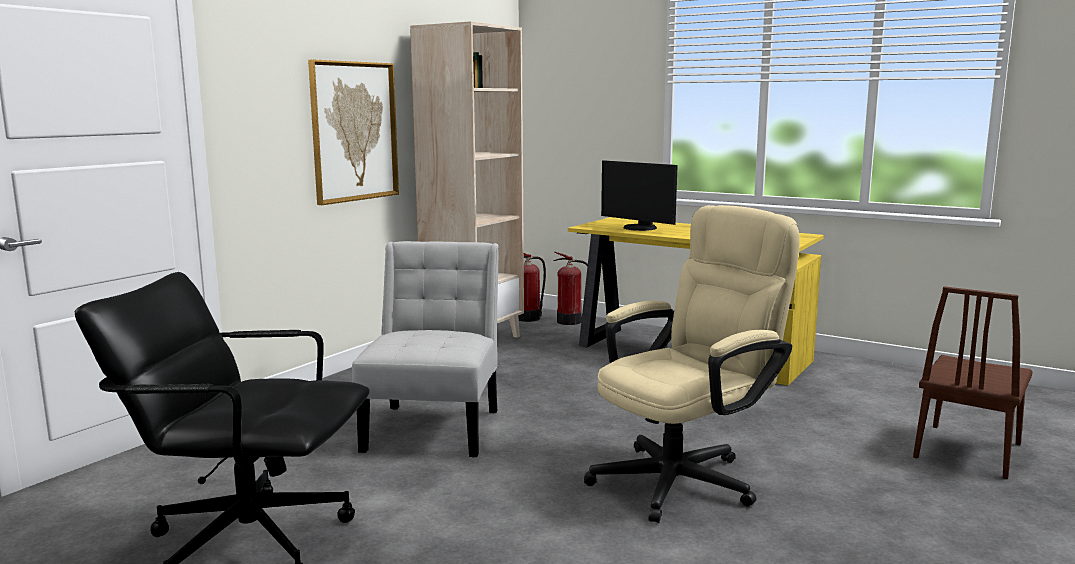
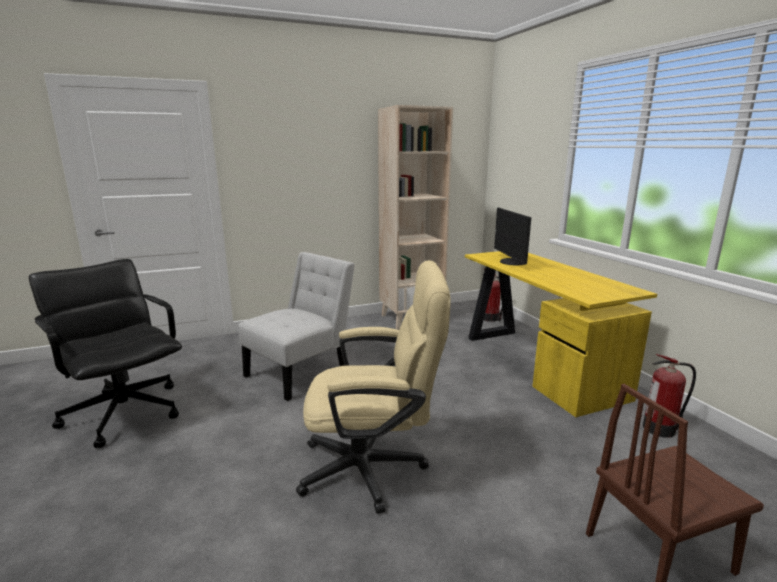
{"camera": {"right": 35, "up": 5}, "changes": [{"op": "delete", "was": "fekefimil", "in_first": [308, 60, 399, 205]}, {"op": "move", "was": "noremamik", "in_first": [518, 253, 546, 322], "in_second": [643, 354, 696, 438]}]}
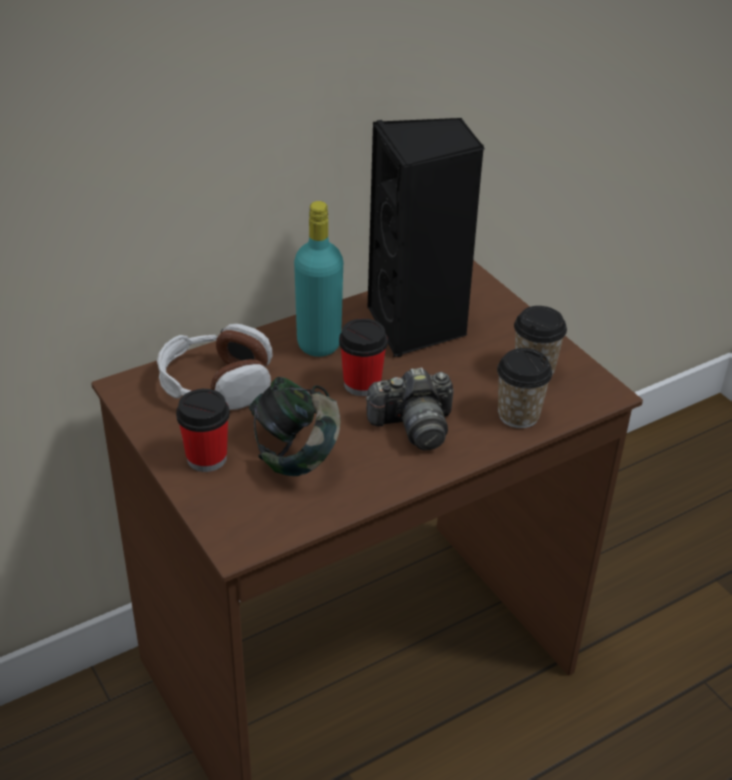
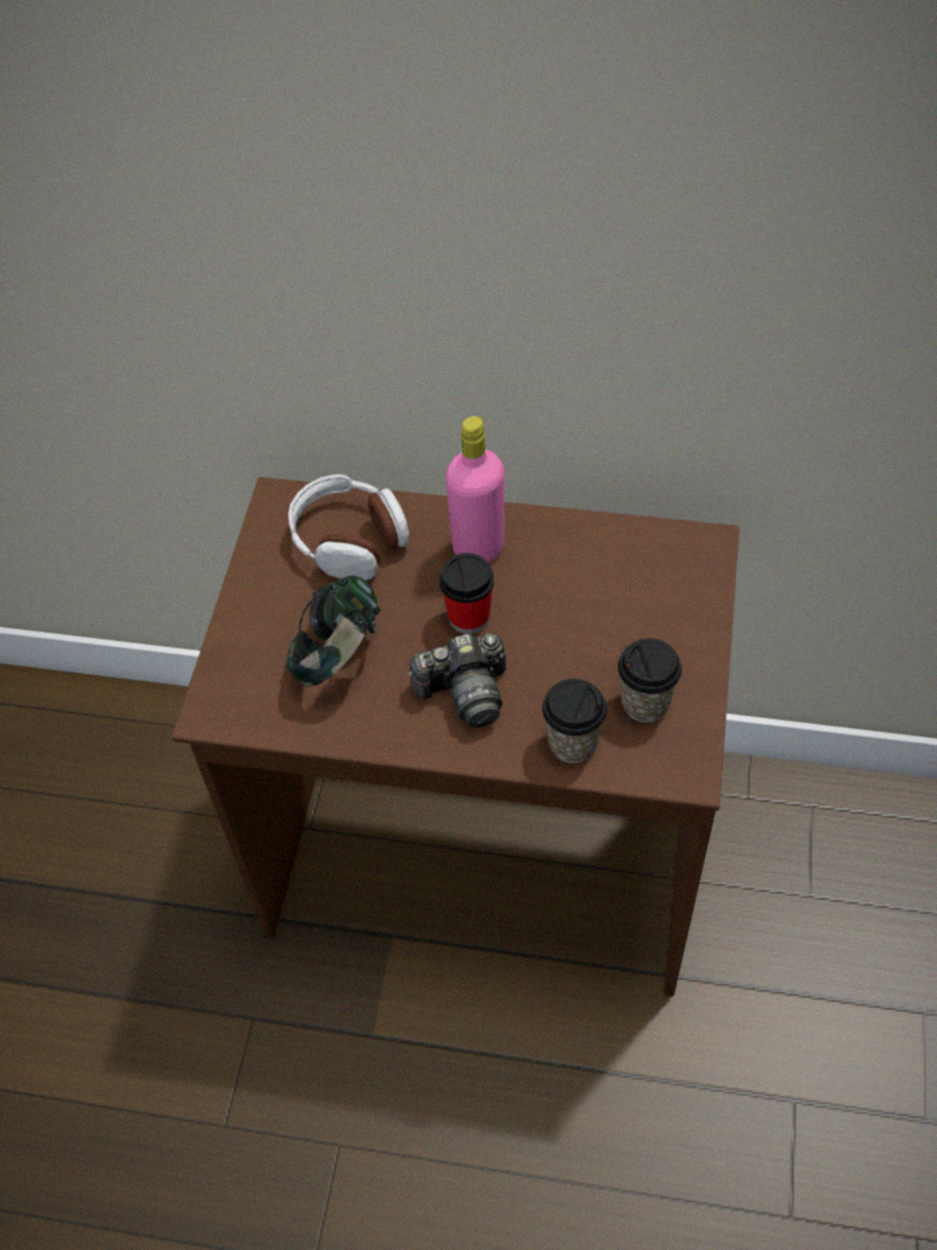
{"camera": {"right": 45, "up": 15}, "changes": [{"op": "delete", "was": "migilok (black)", "in_first": [367, 118, 485, 357]}, {"op": "recolor", "was": "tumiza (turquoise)", "now": "tumiza (pink)", "in_first": [294, 201, 343, 357], "in_second": [446, 416, 504, 563]}, {"op": "rotate", "was": "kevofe", "in_first": [366, 367, 453, 450], "in_second": [408, 634, 506, 728], "clockwise": -45}, {"op": "delete", "was": "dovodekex", "in_first": [176, 389, 230, 472]}]}
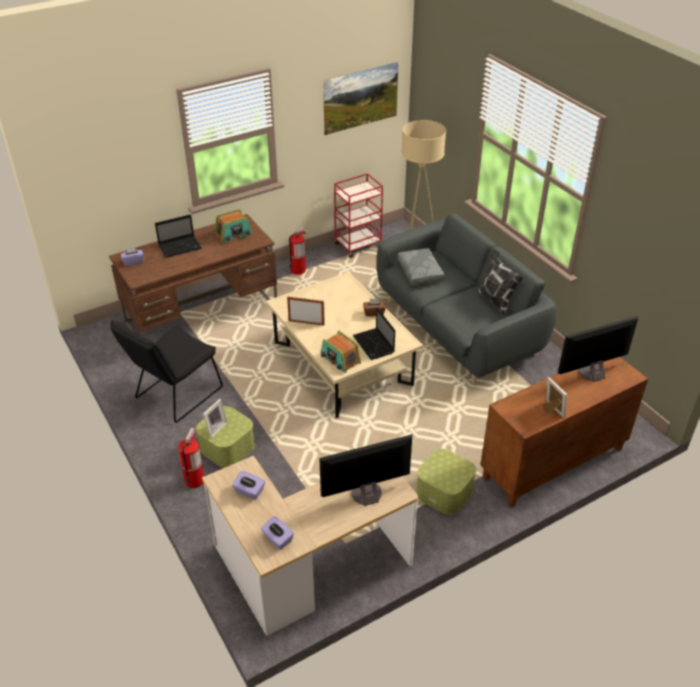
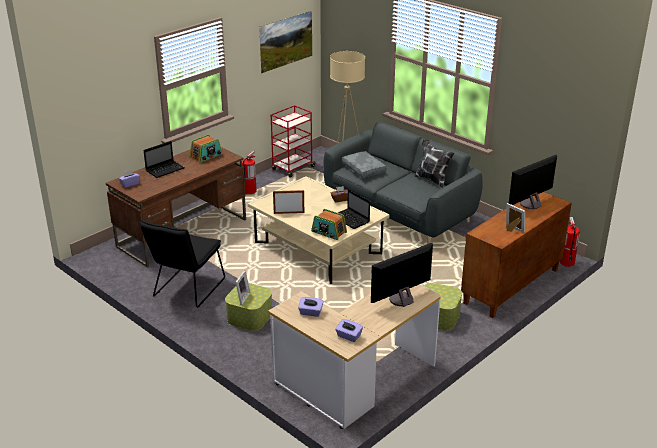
{"camera": {"right": -15, "up": -10}, "changes": [{"op": "move", "was": "noremamik", "in_first": [178, 428, 204, 488], "in_second": [560, 217, 580, 267]}]}
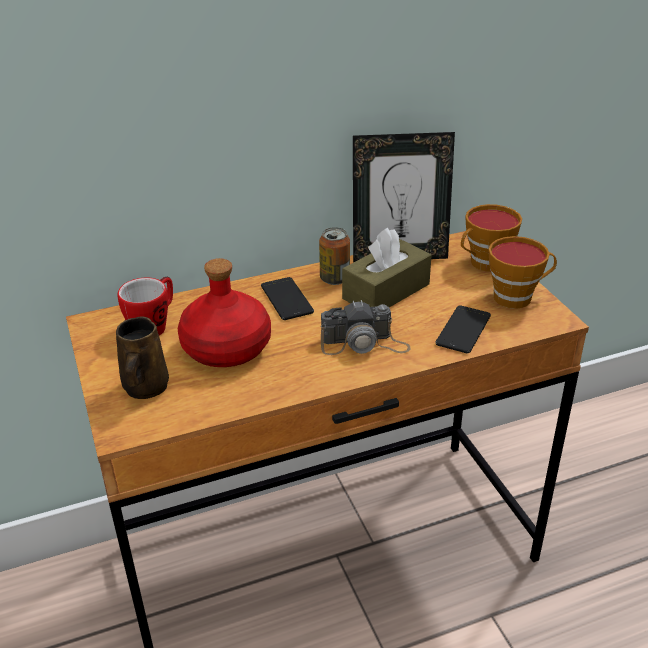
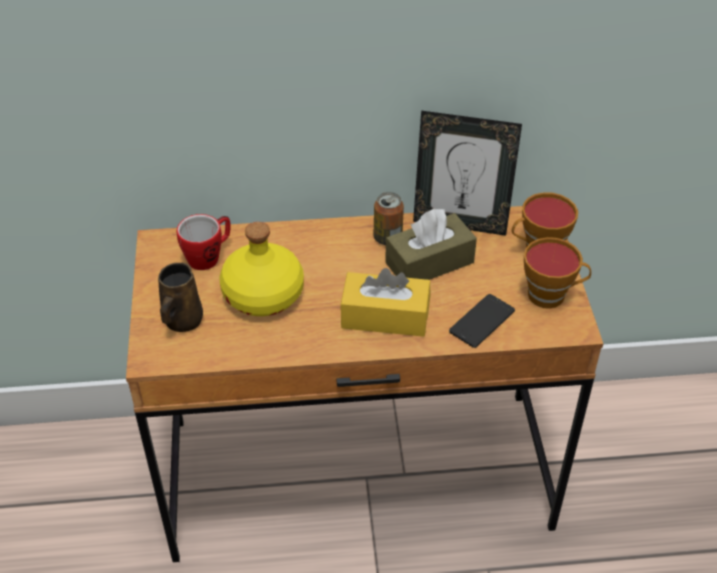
{"camera": {"right": 15, "up": 10}, "changes": [{"op": "recolor", "was": "tumiza (red)", "now": "tumiza (yellow)", "in_first": [178, 258, 271, 367], "in_second": [219, 222, 304, 316]}, {"op": "delete", "was": "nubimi", "in_first": [261, 277, 314, 320]}, {"op": "replace", "was": "kevofe", "now": "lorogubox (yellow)", "in_first": [321, 300, 411, 355], "in_second": [340, 268, 430, 337]}]}
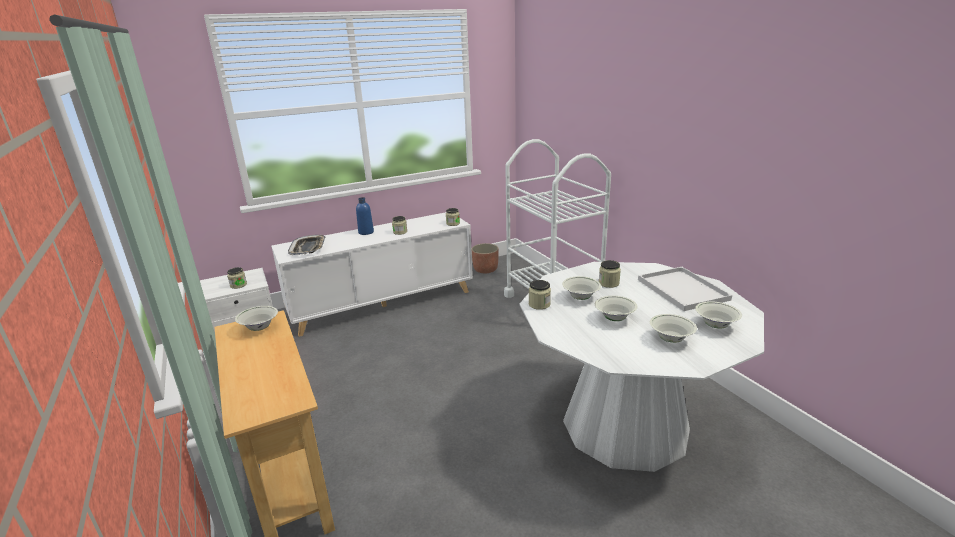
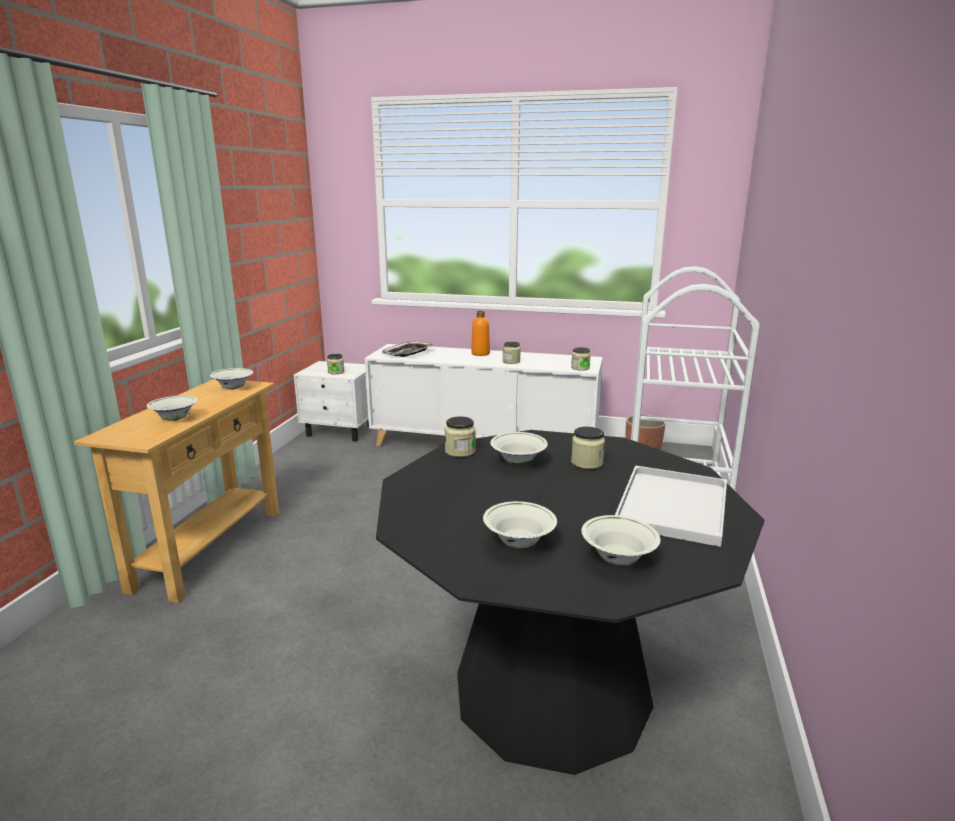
{"camera": {"right": 40, "up": -5}, "changes": [{"op": "recolor", "was": "tumiza (blue)", "now": "tumiza (orange)", "in_first": [356, 197, 374, 235], "in_second": [471, 311, 490, 356]}, {"op": "recolor", "was": "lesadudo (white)", "now": "lesadudo (black)", "in_first": [519, 262, 764, 472], "in_second": [376, 430, 764, 775]}, {"op": "move", "was": "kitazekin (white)", "in_first": [595, 296, 638, 321], "in_second": [146, 396, 198, 421]}]}
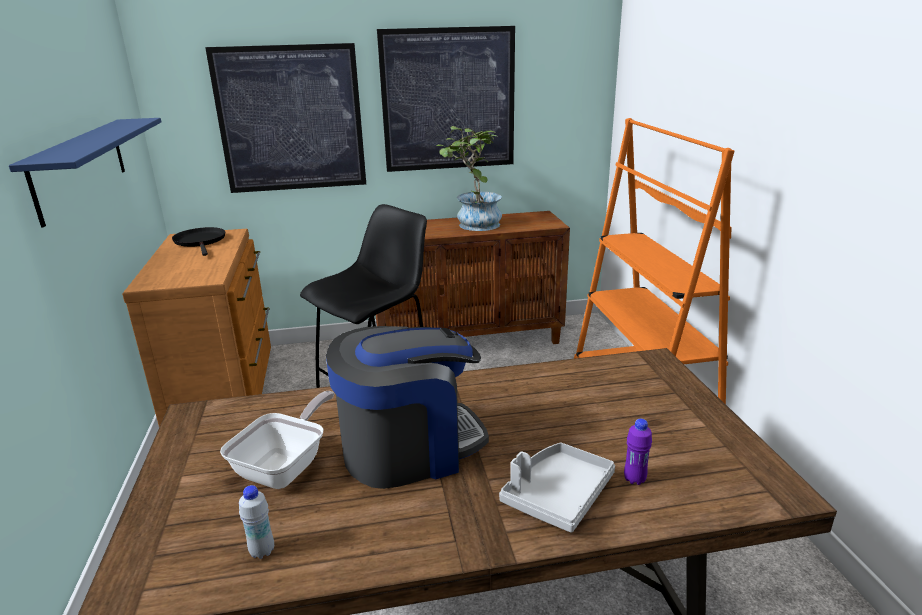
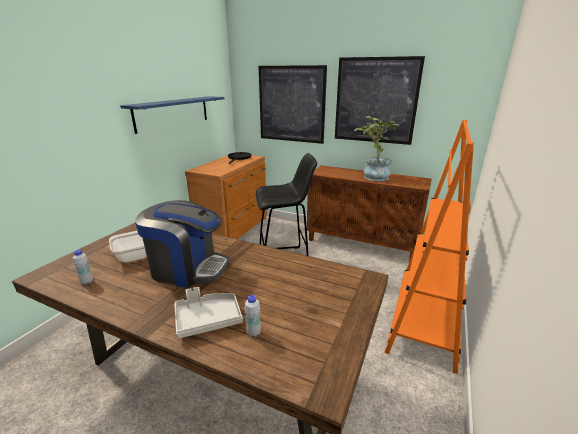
{"camera": {"right": 35, "up": 0}, "changes": [{"op": "recolor", "was": "tumiza (purple)", "now": "tumiza (white)", "in_first": [624, 419, 652, 485], "in_second": [244, 295, 261, 337]}]}
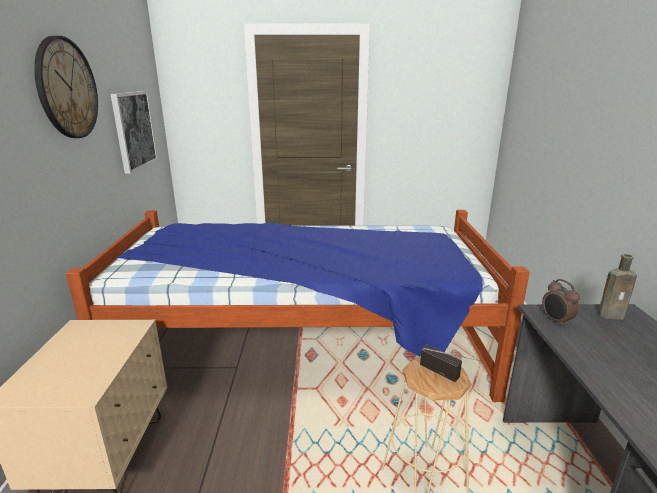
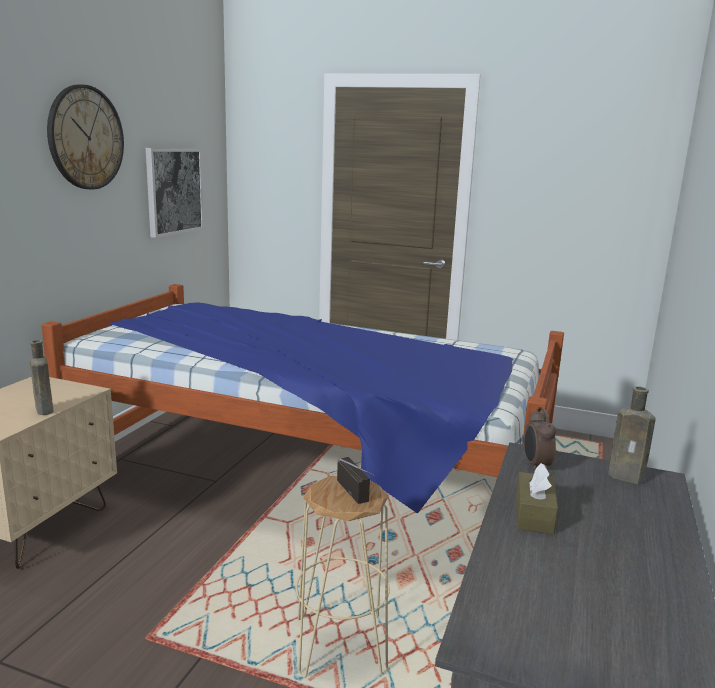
{"camera": {"right": 20, "up": -5}, "changes": [{"op": "insert", "now": "tumiza (brown)", "in_second": [30, 340, 54, 415]}, {"op": "insert", "now": "lorogubox (brown)", "in_second": [516, 463, 558, 534]}]}
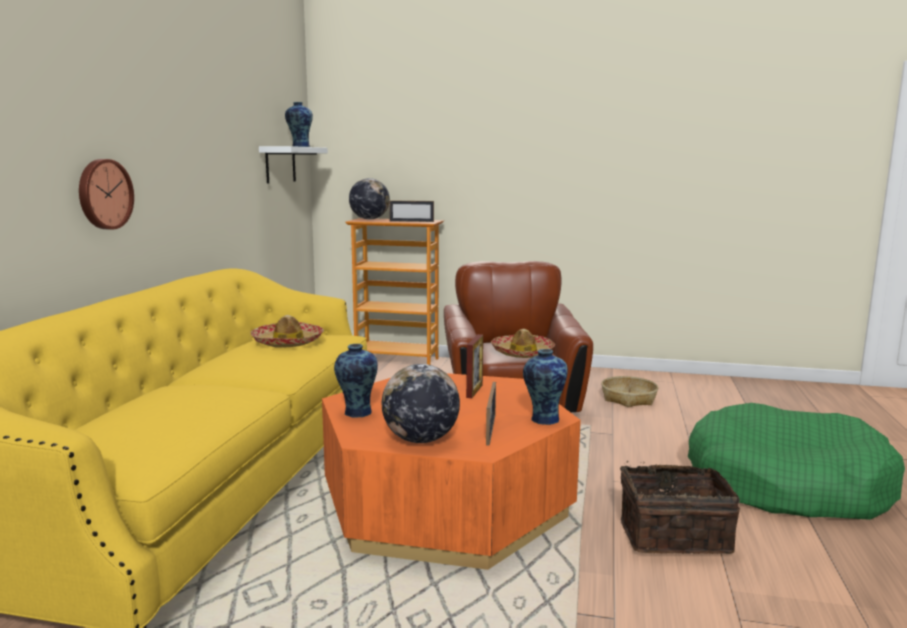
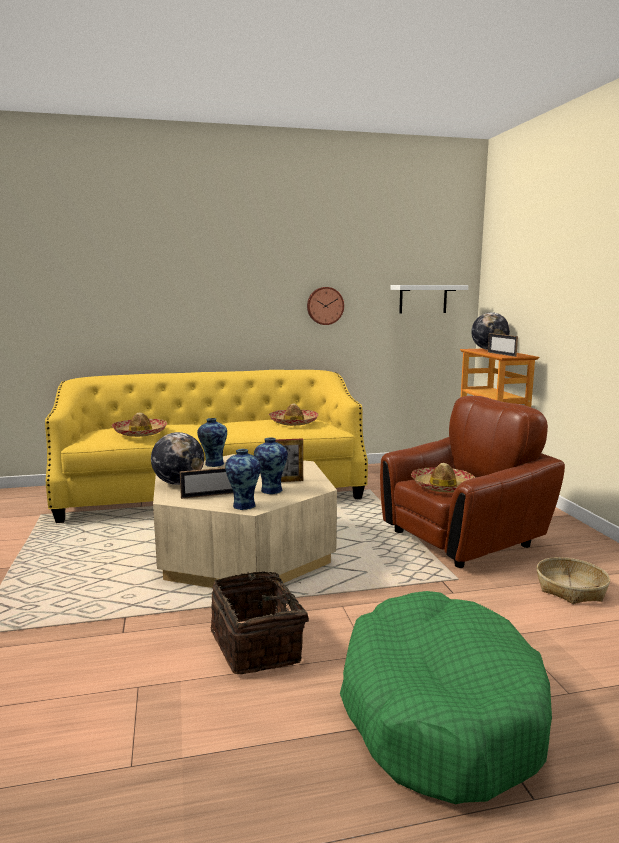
{"camera": {"right": 65, "up": 0}, "changes": [{"op": "move", "was": "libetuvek", "in_first": [285, 102, 313, 147], "in_second": [254, 437, 288, 494]}, {"op": "move", "was": "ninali", "in_first": [79, 159, 134, 230], "in_second": [307, 287, 344, 325]}, {"op": "recolor", "was": "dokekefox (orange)", "now": "dokekefox (beige)", "in_first": [322, 373, 581, 570], "in_second": [153, 454, 337, 588]}, {"op": "insert", "now": "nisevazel", "in_second": [111, 413, 168, 437]}]}
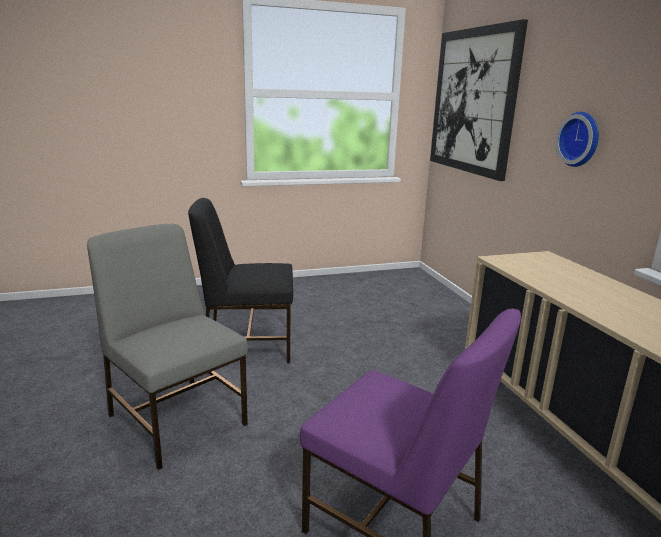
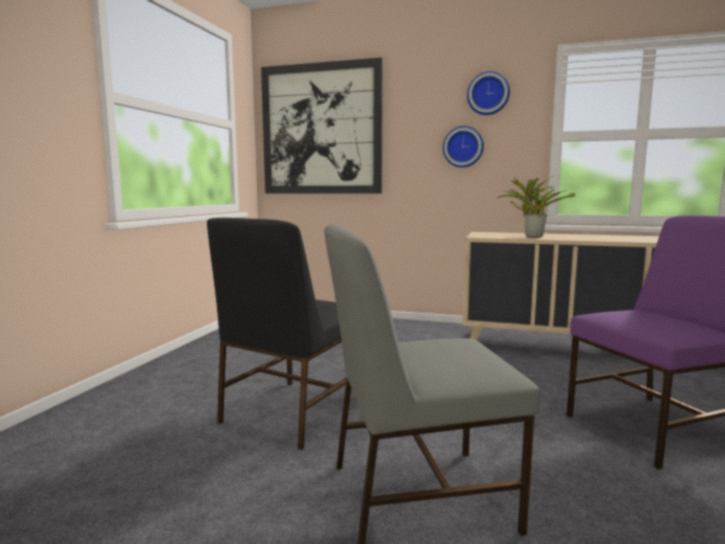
{"camera": {"right": -55, "up": -10}, "changes": [{"op": "insert", "now": "ninali", "in_second": [467, 71, 510, 115]}, {"op": "insert", "now": "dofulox", "in_second": [497, 175, 575, 238]}]}
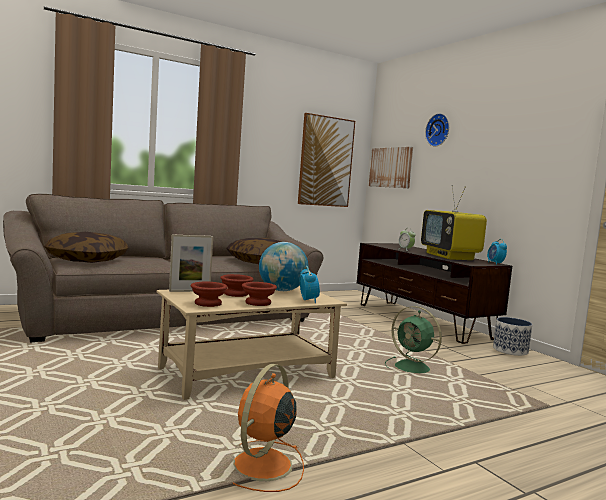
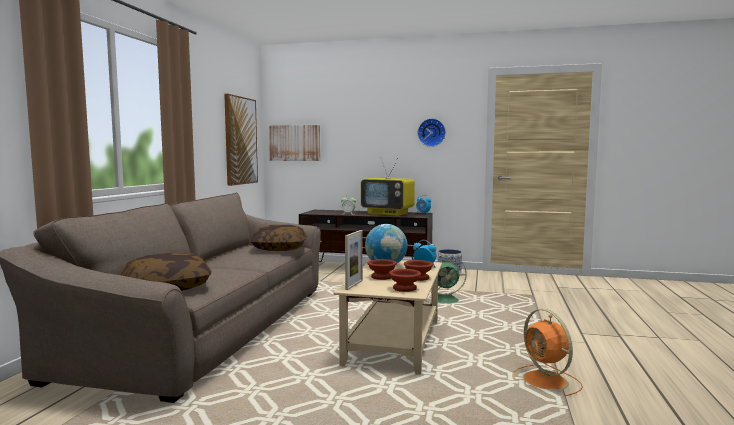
{"camera": {"right": -45, "up": 0}, "changes": [{"op": "move", "was": "ninali", "in_first": [425, 113, 449, 147], "in_second": [418, 118, 446, 147]}]}
